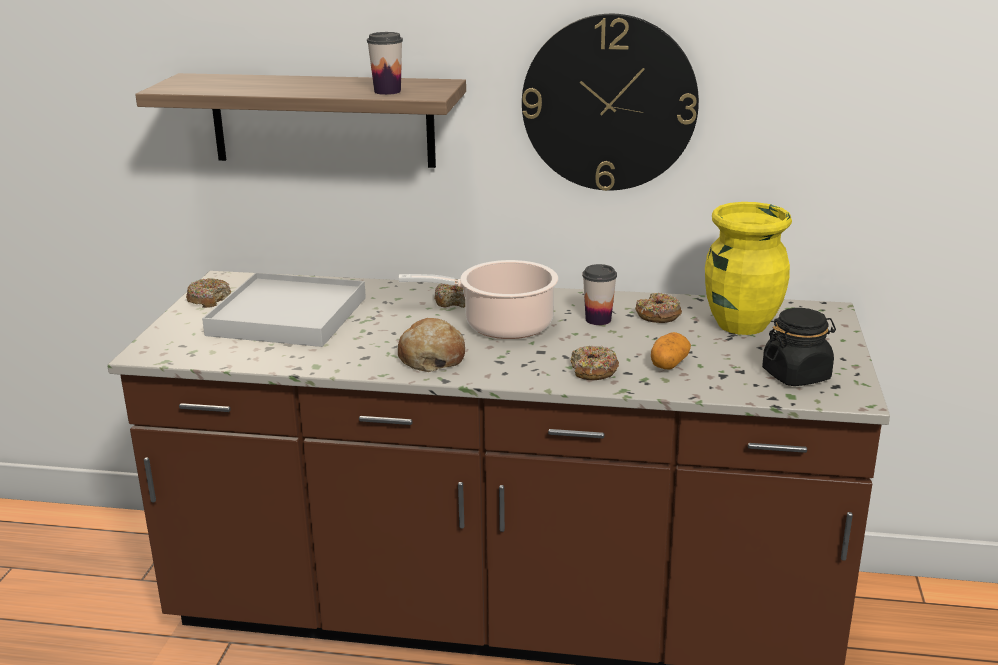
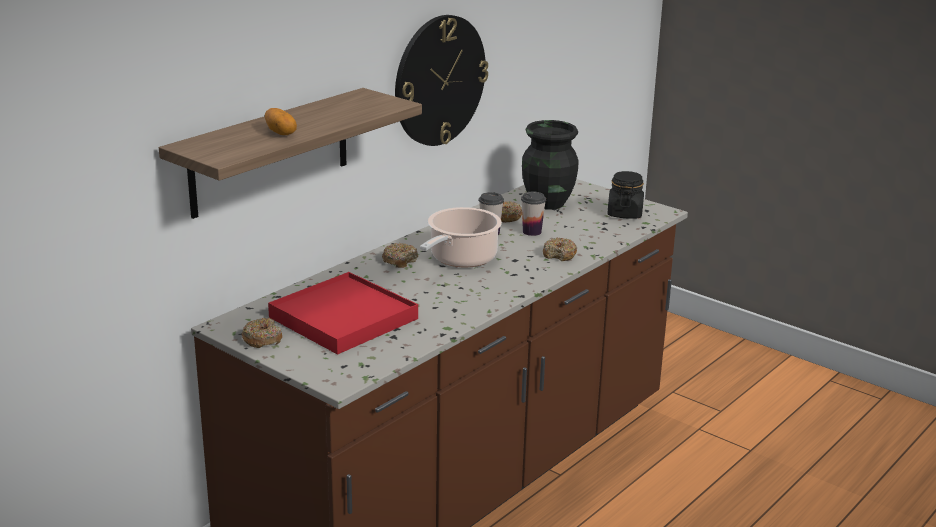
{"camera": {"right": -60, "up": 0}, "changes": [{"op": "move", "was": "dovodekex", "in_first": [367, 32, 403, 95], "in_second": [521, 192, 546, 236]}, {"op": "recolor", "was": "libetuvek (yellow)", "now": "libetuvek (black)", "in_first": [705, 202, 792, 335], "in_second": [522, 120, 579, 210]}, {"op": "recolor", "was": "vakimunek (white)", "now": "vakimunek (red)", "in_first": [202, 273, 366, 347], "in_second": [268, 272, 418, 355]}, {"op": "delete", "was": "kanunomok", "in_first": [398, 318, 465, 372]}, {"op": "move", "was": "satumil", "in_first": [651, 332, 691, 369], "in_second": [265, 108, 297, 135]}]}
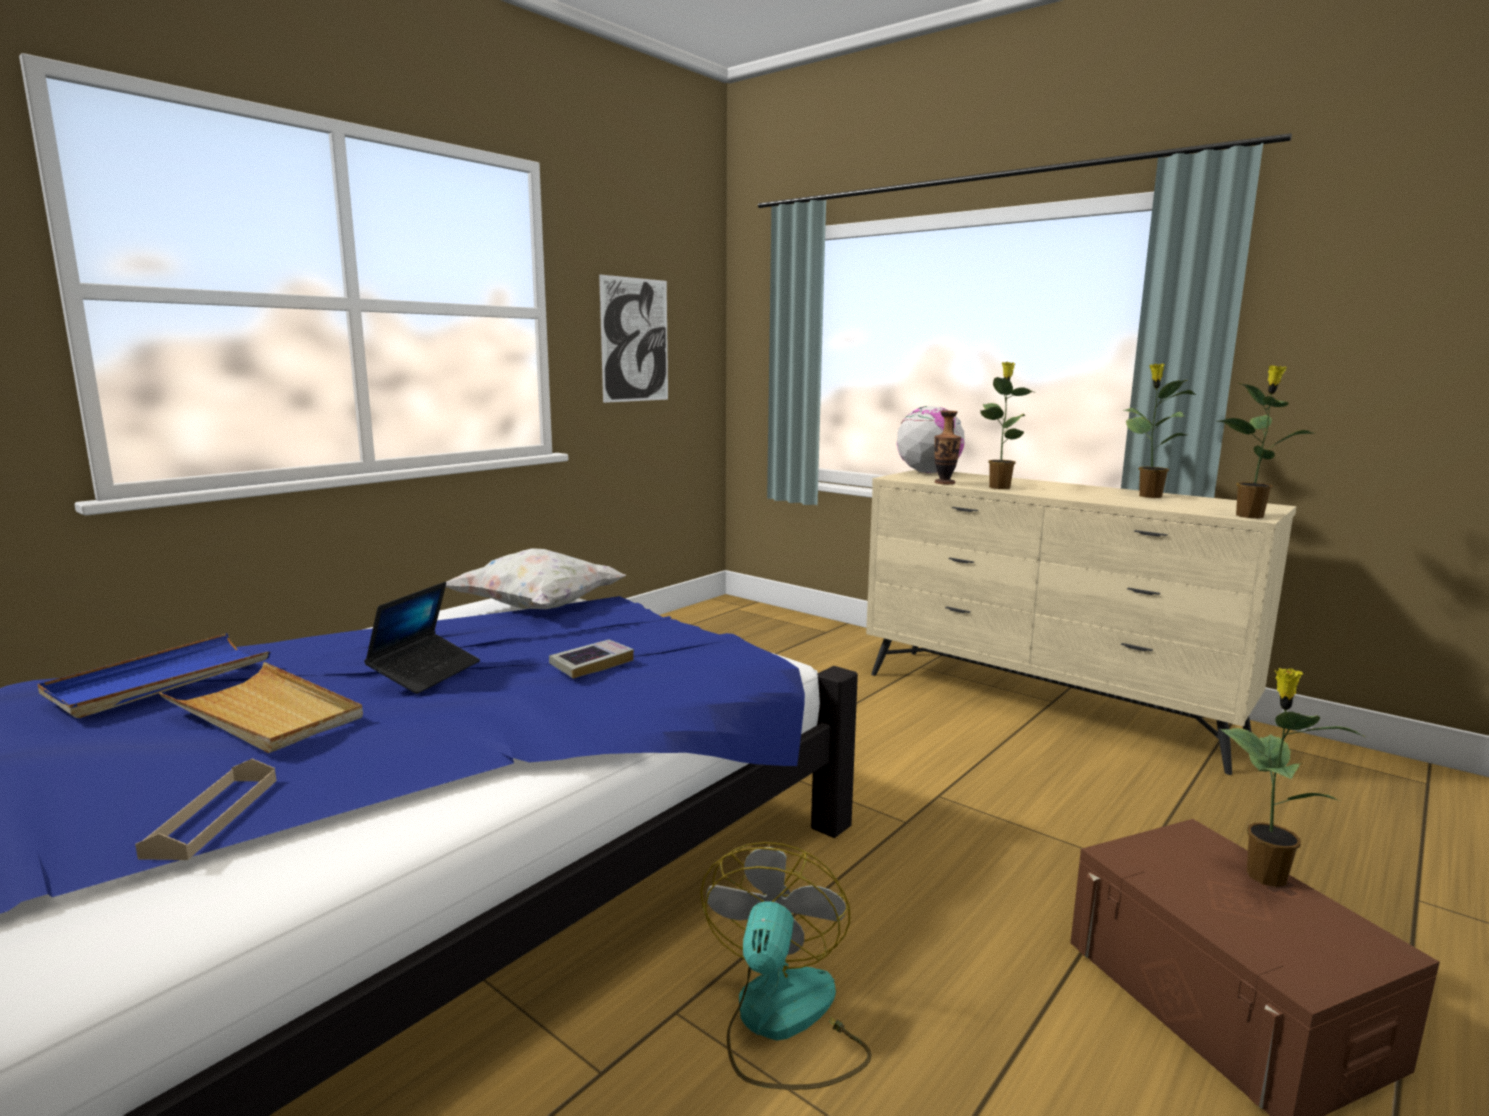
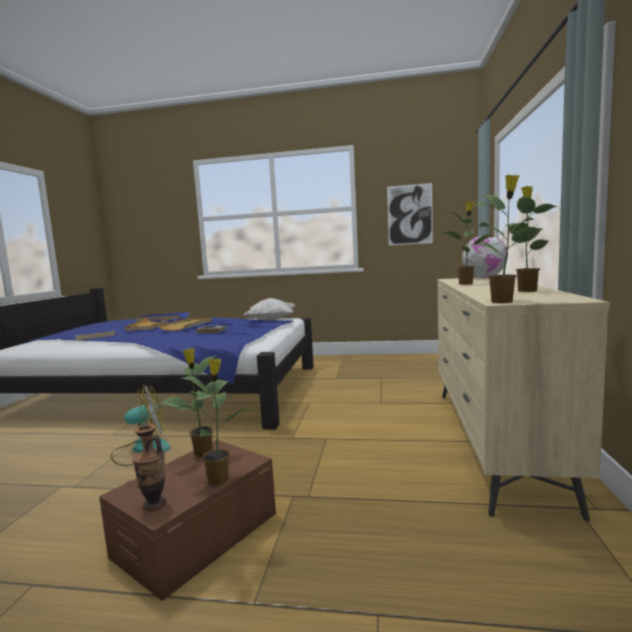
{"camera": {"right": 60, "up": -5}, "changes": [{"op": "move", "was": "libetuvek", "in_first": [934, 411, 961, 484], "in_second": [132, 424, 167, 511]}, {"op": "replace", "was": "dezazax", "now": "vakimunek (beige)", "in_first": [364, 582, 480, 694], "in_second": [158, 317, 212, 331]}, {"op": "insert", "now": "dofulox", "in_second": [159, 348, 229, 457]}]}
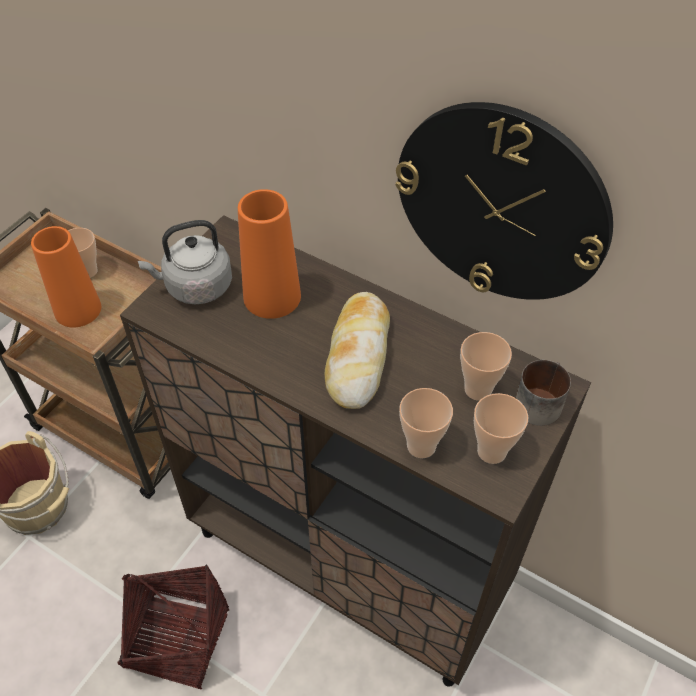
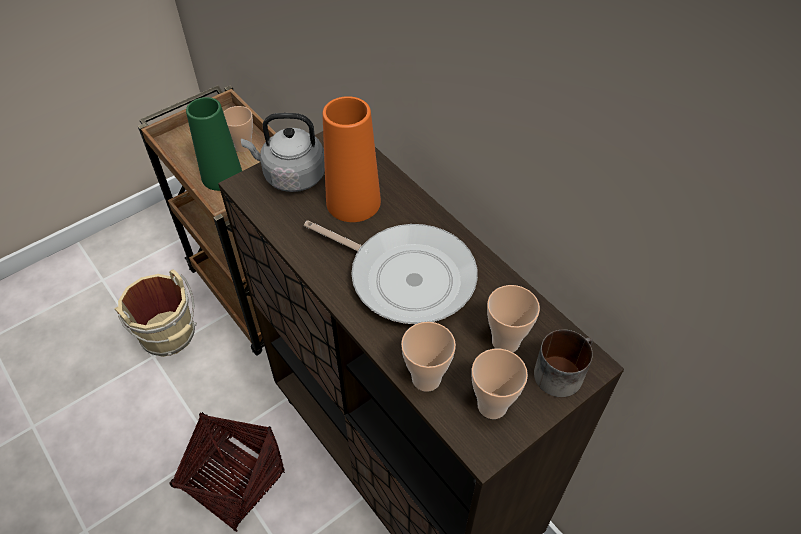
{"camera": {"right": 20, "up": 0}, "changes": [{"op": "delete", "was": "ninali", "in_first": [395, 102, 613, 300]}, {"op": "recolor", "was": "libetuvek (orange)", "now": "libetuvek (green)", "in_first": [31, 226, 101, 328], "in_second": [186, 97, 242, 191]}, {"op": "replace", "was": "kanunomok", "now": "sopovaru", "in_first": [325, 292, 390, 409], "in_second": [304, 220, 478, 324]}]}
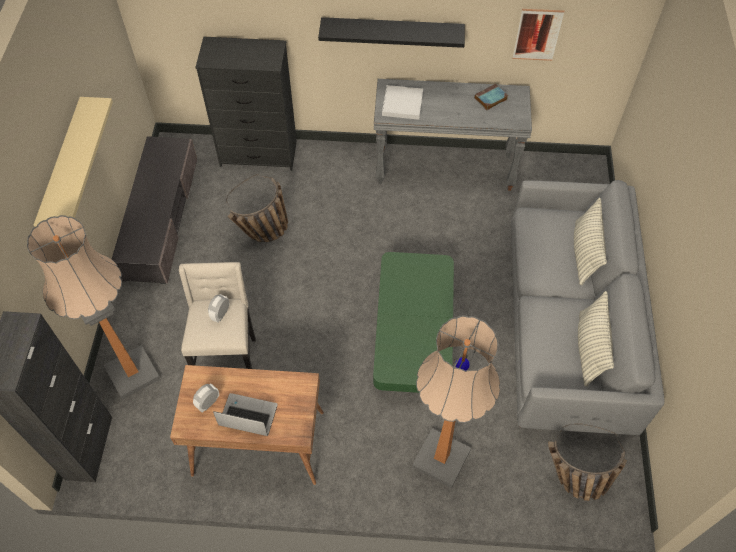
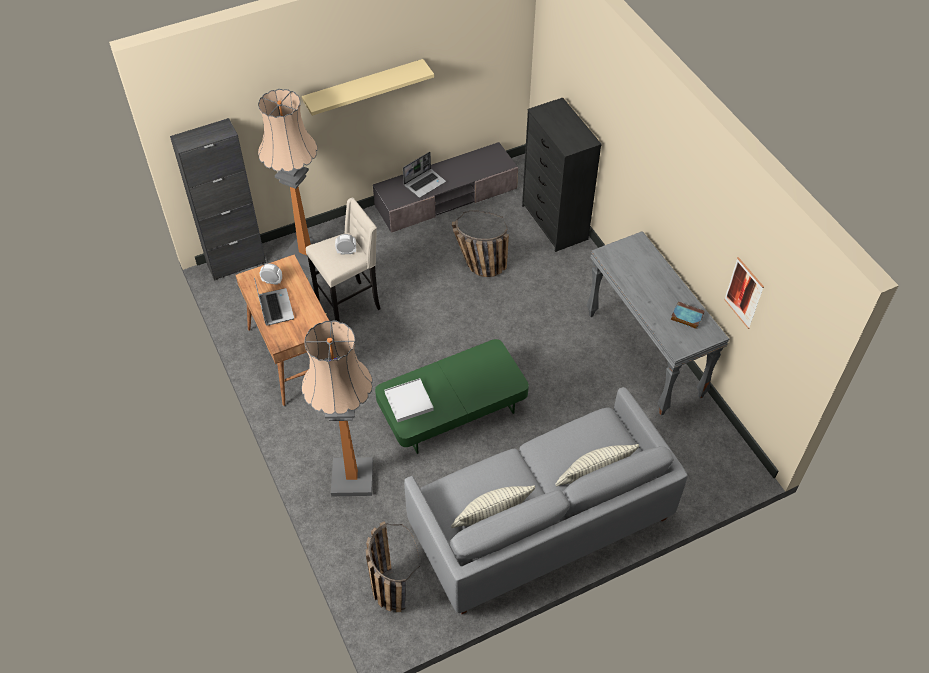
{"camera": {"right": 60, "up": -5}, "changes": [{"op": "delete", "was": "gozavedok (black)", "in_first": [318, 17, 465, 48]}, {"op": "move", "was": "vakimunek (white)", "in_first": [382, 85, 423, 120], "in_second": [385, 378, 434, 422]}, {"op": "insert", "now": "dezazax", "in_second": [403, 152, 446, 198]}]}
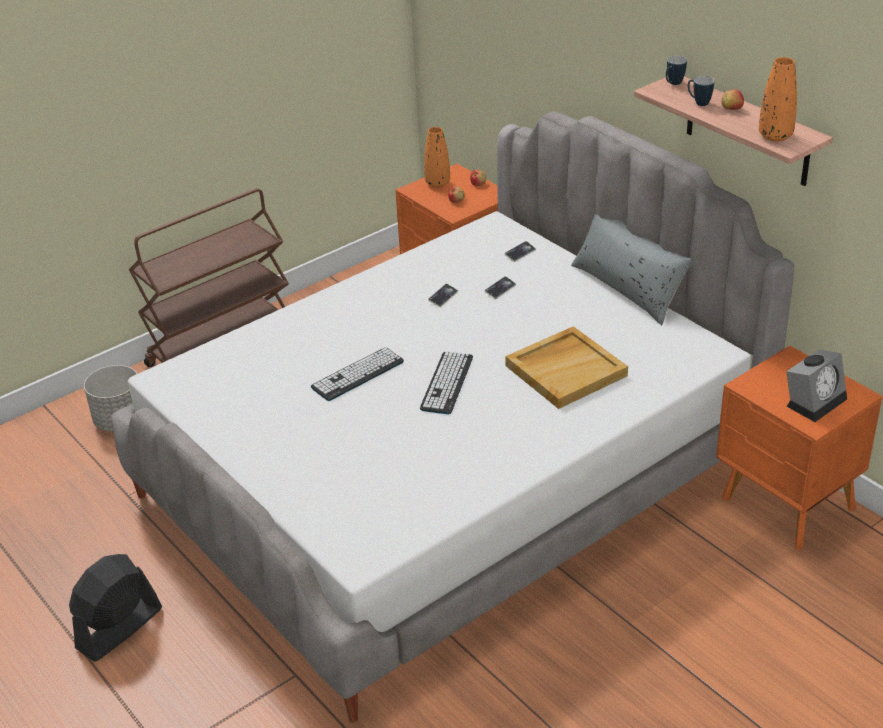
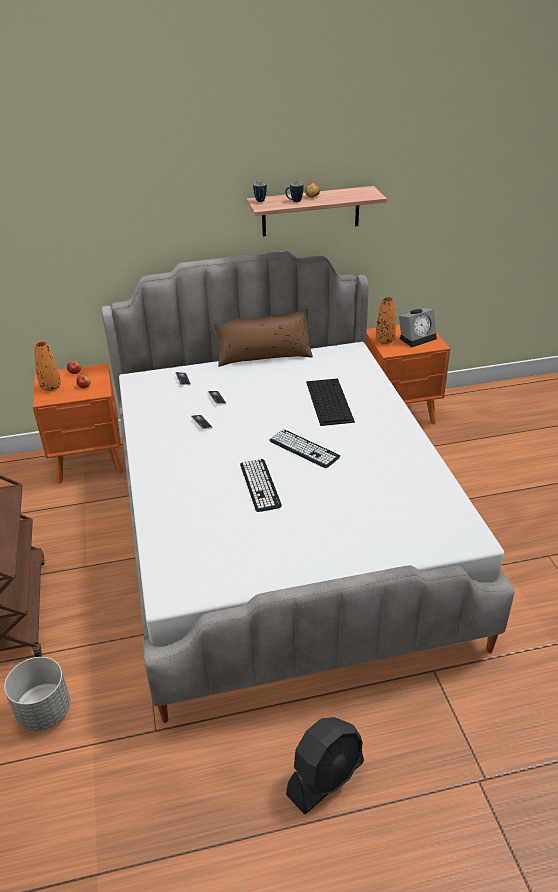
{"camera": {"right": -65, "up": 0}, "changes": [{"op": "move", "was": "libetuvek (orange)", "in_first": [759, 57, 797, 142], "in_second": [376, 297, 396, 344]}, {"op": "recolor", "was": "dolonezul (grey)", "now": "dolonezul (brown)", "in_first": [571, 213, 691, 325], "in_second": [214, 309, 313, 367]}, {"op": "replace", "was": "vakimunek (beige)", "now": "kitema", "in_first": [505, 326, 628, 409], "in_second": [306, 378, 355, 426]}, {"op": "rotate", "was": "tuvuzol", "in_first": [786, 350, 847, 422], "in_second": [399, 308, 437, 347], "clockwise": 75}, {"op": "rotate", "was": "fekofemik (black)", "in_first": [69, 554, 162, 662], "in_second": [286, 717, 364, 814], "clockwise": -105}]}
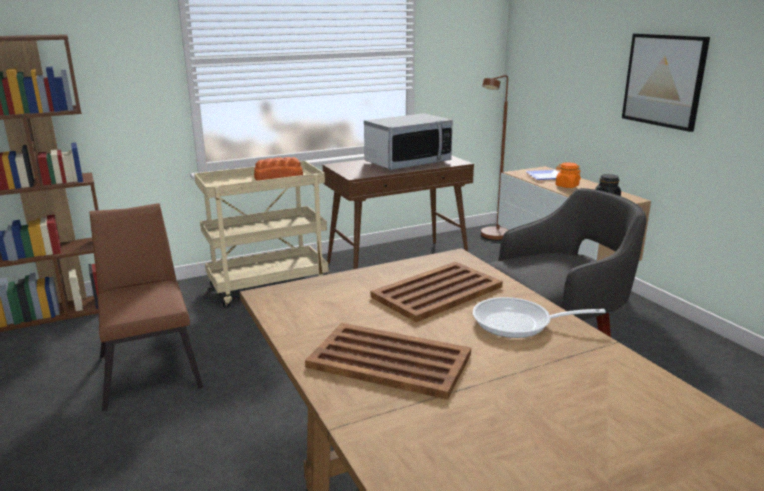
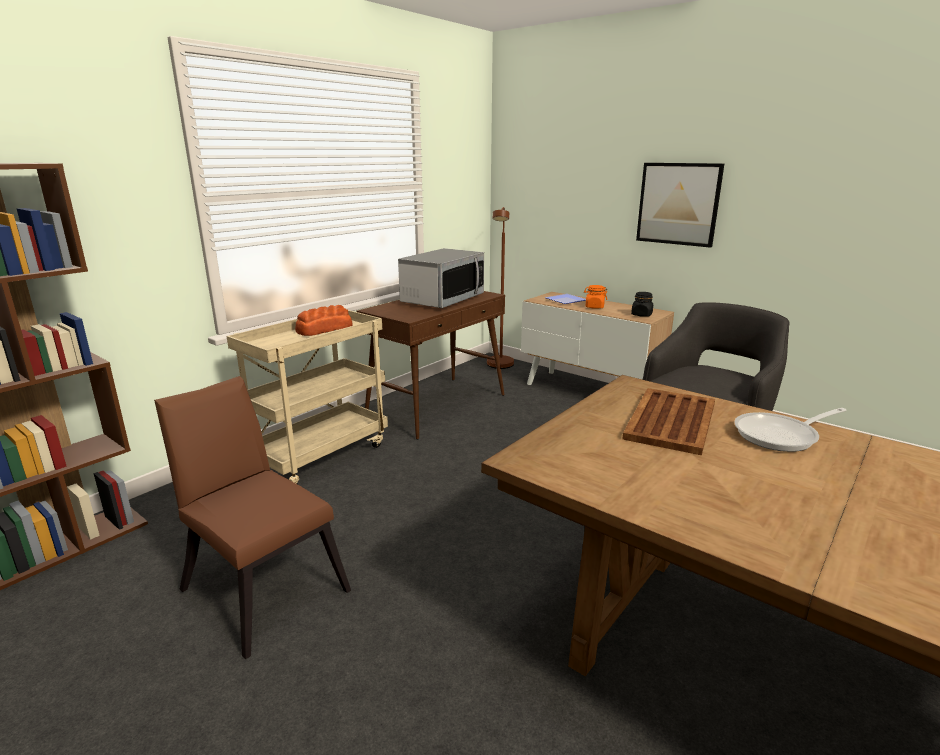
{"camera": {"right": -25, "up": 0}, "changes": [{"op": "delete", "was": "vakimunek (brown)", "in_first": [305, 323, 471, 400]}]}
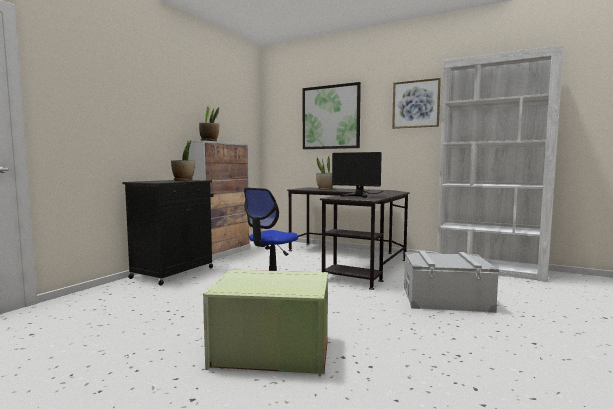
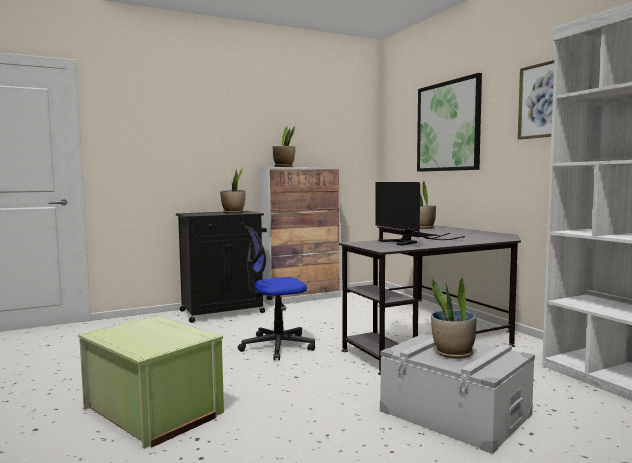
{"camera": {"right": 35, "up": 0}, "changes": [{"op": "insert", "now": "dofulox", "in_second": [431, 277, 476, 359]}]}
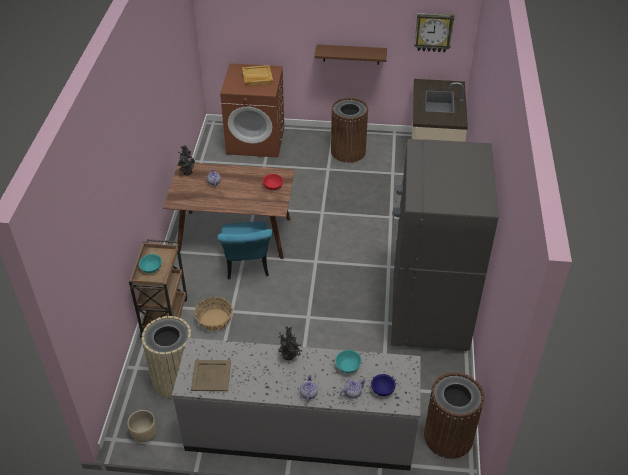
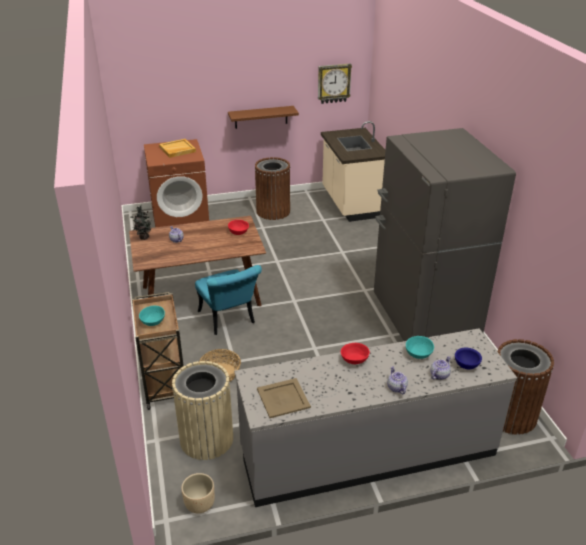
{"camera": {"right": -20, "up": -10}, "changes": [{"op": "replace", "was": "dofulox", "now": "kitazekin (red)", "in_first": [278, 326, 301, 361], "in_second": [341, 343, 370, 364]}]}
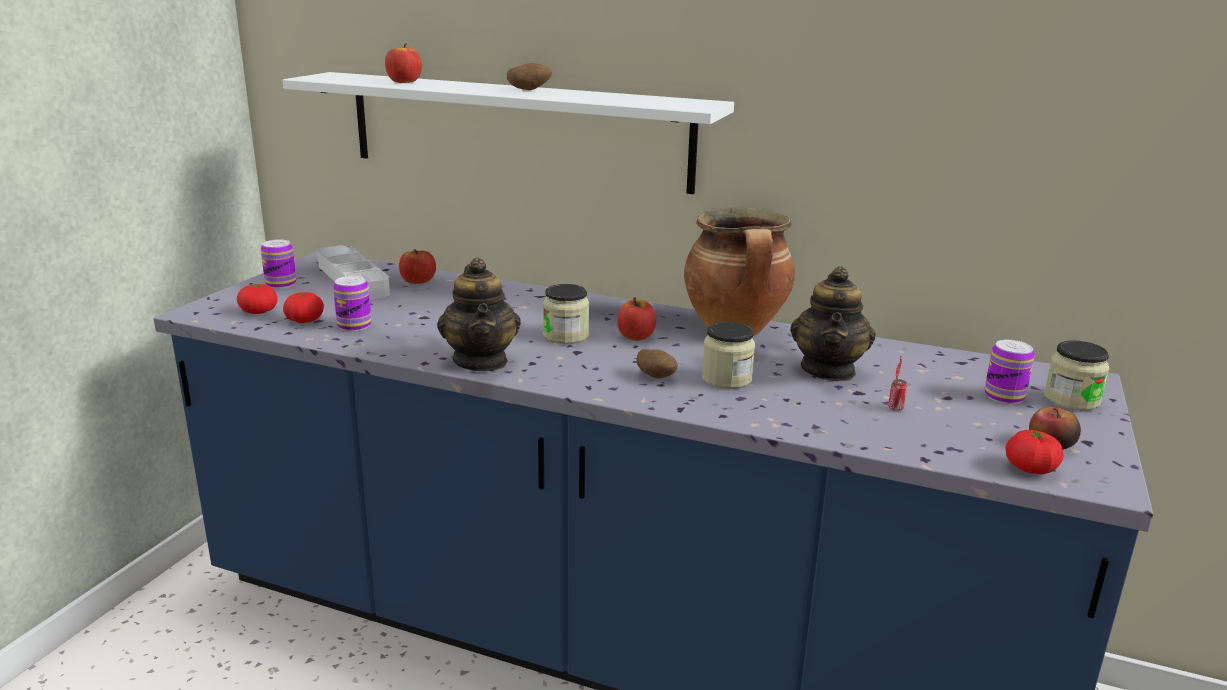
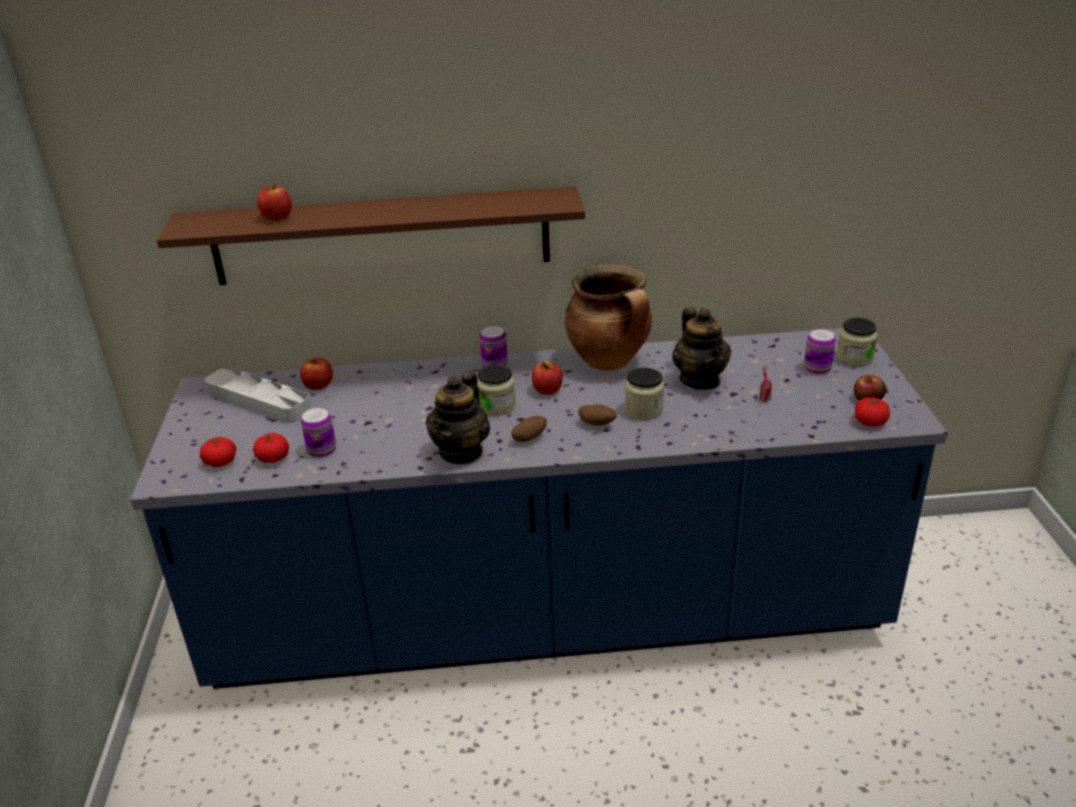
{"camera": {"right": -25, "up": 10}, "changes": [{"op": "move", "was": "satumil", "in_first": [507, 63, 552, 90], "in_second": [511, 416, 547, 442]}, {"op": "recolor", "was": "gozavedok (white)", "now": "gozavedok (brown)", "in_first": [283, 72, 734, 194], "in_second": [157, 186, 585, 285]}, {"op": "move", "was": "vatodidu", "in_first": [261, 239, 296, 289], "in_second": [480, 326, 508, 367]}, {"op": "rotate", "was": "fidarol", "in_first": [437, 257, 521, 371], "in_second": [426, 371, 491, 465], "clockwise": 60}]}
